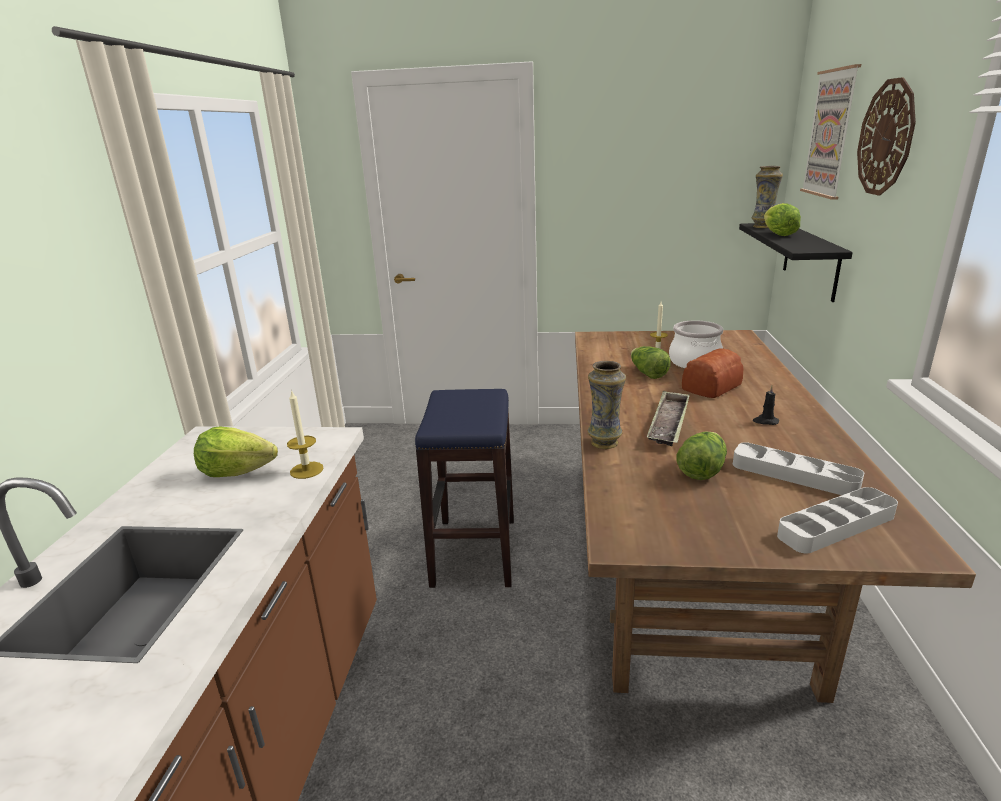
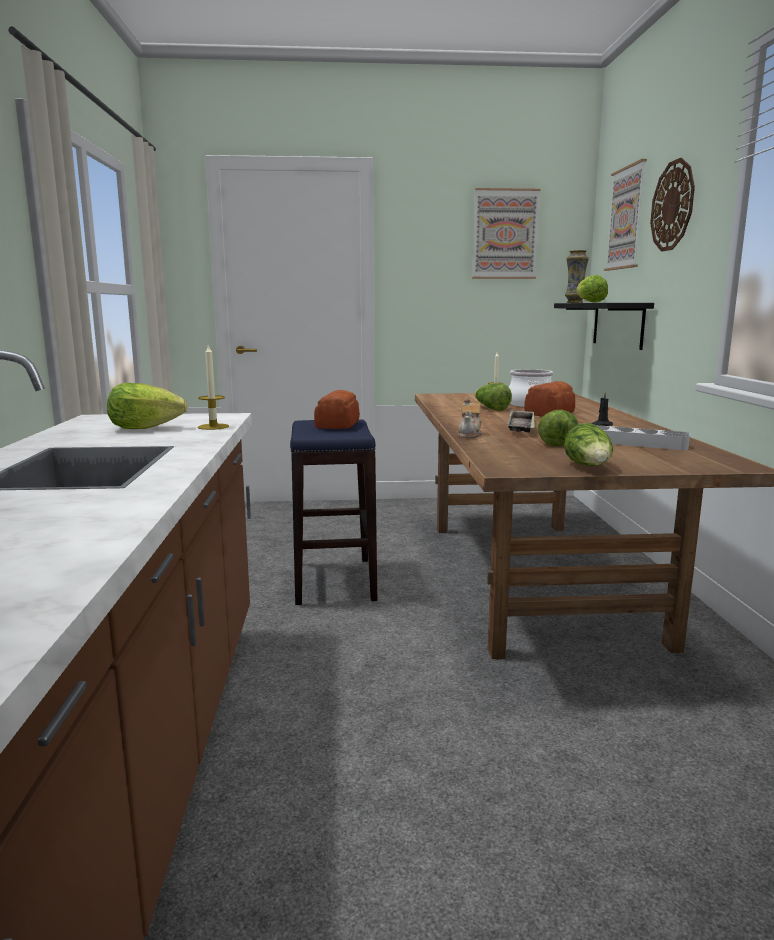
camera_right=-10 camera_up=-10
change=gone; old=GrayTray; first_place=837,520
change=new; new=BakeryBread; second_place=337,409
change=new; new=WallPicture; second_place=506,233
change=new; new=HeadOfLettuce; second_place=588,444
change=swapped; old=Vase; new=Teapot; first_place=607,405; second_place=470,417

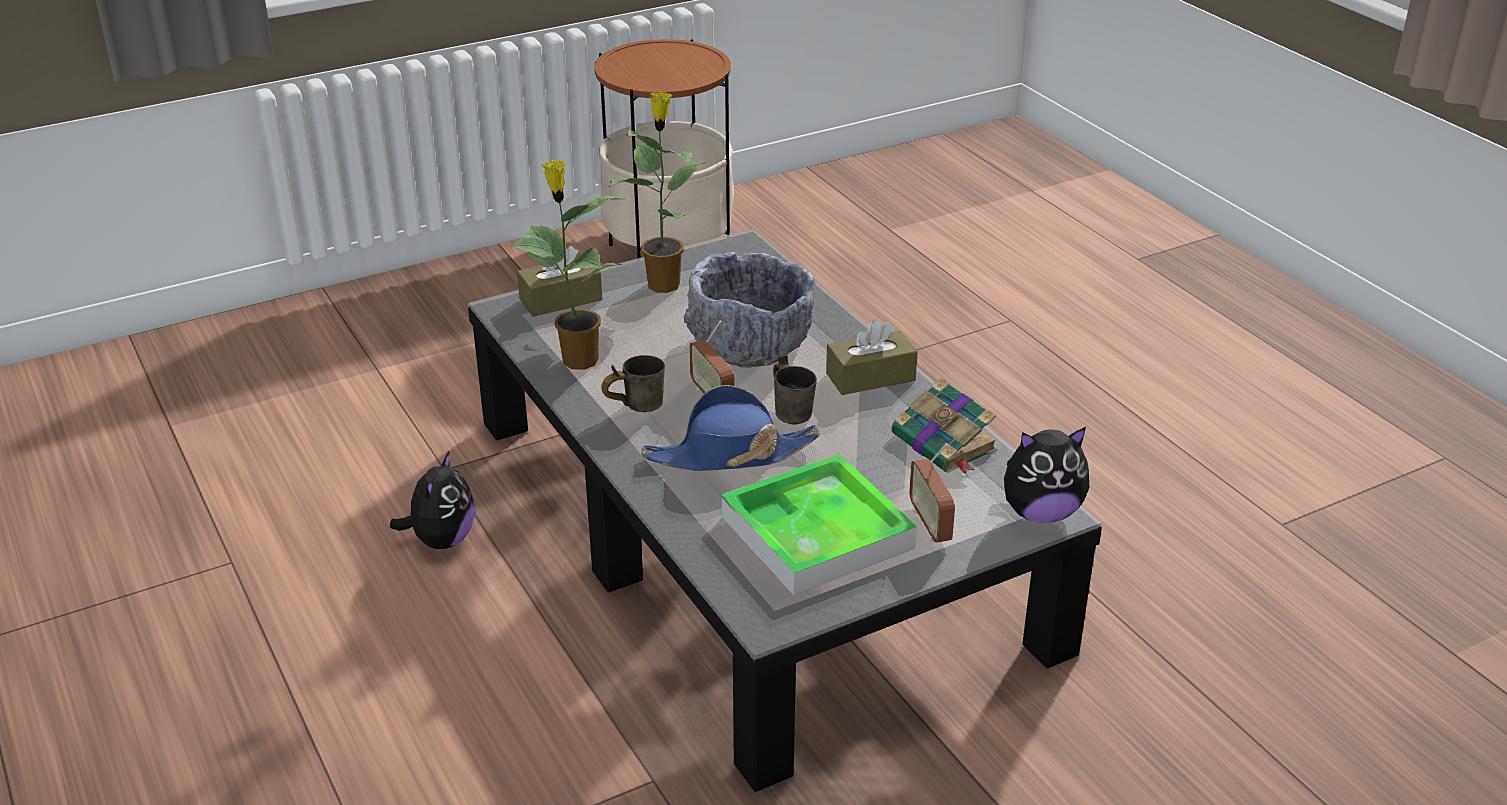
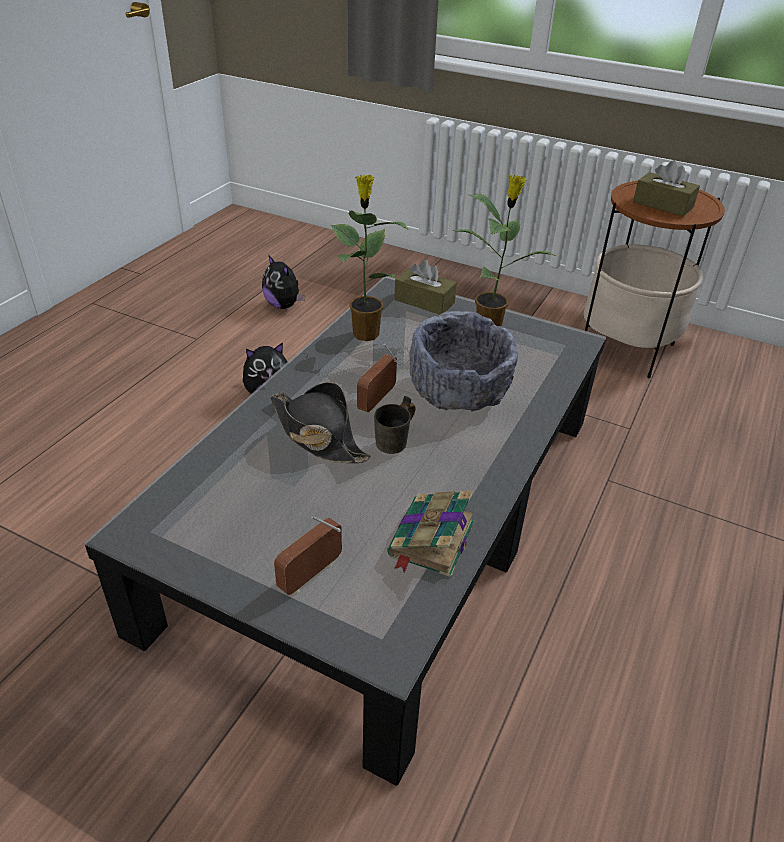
camera_right=55 camera_up=5
change=gone; old=GrayCoffeeMug; first_place=633,384
change=gone; old=Tray; first_place=819,524
change=shifted; old=BrownColouredBoxOfTissues; first_place=872,357; second_place=666,188
change=shifted; old=PlushToy; first_place=1046,475; second_place=283,281
change=repainted; old=BlueColouredWearableHat; new=BlackishWearableHat; first_place=730,428; second_place=320,422

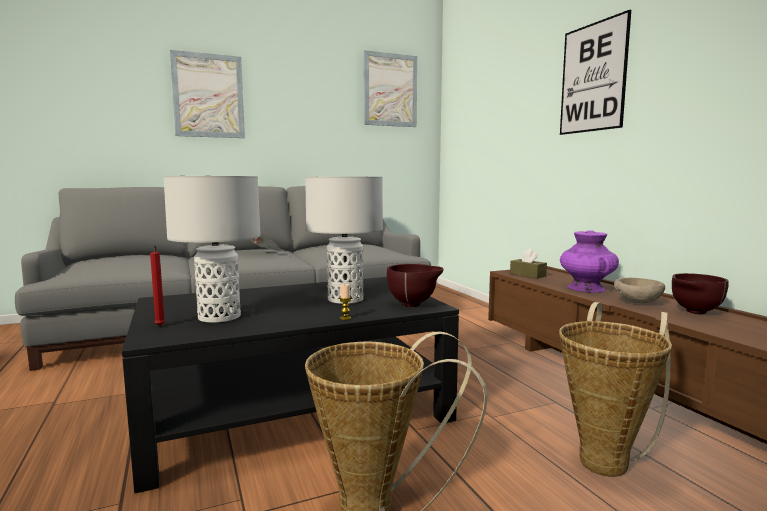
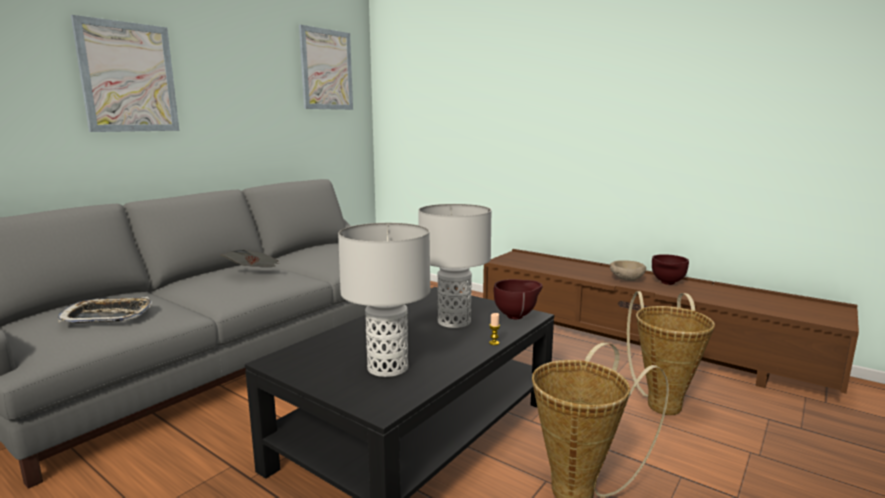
camera_right=-30 camera_up=5
change=gone; old=RedColouredWaxLight; first_place=157,285
change=gone; old=BrownColouredBoxOfTissues; first_place=528,264
change=gone; old=WallPicture; first_place=595,72
change=gone; old=PurplishVase; first_place=589,261
change=new; new=Tray; second_place=105,310

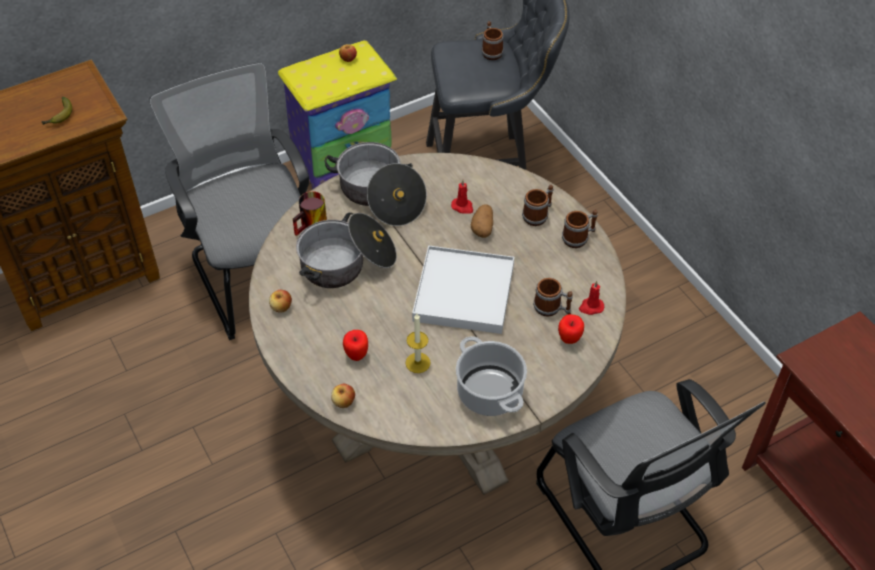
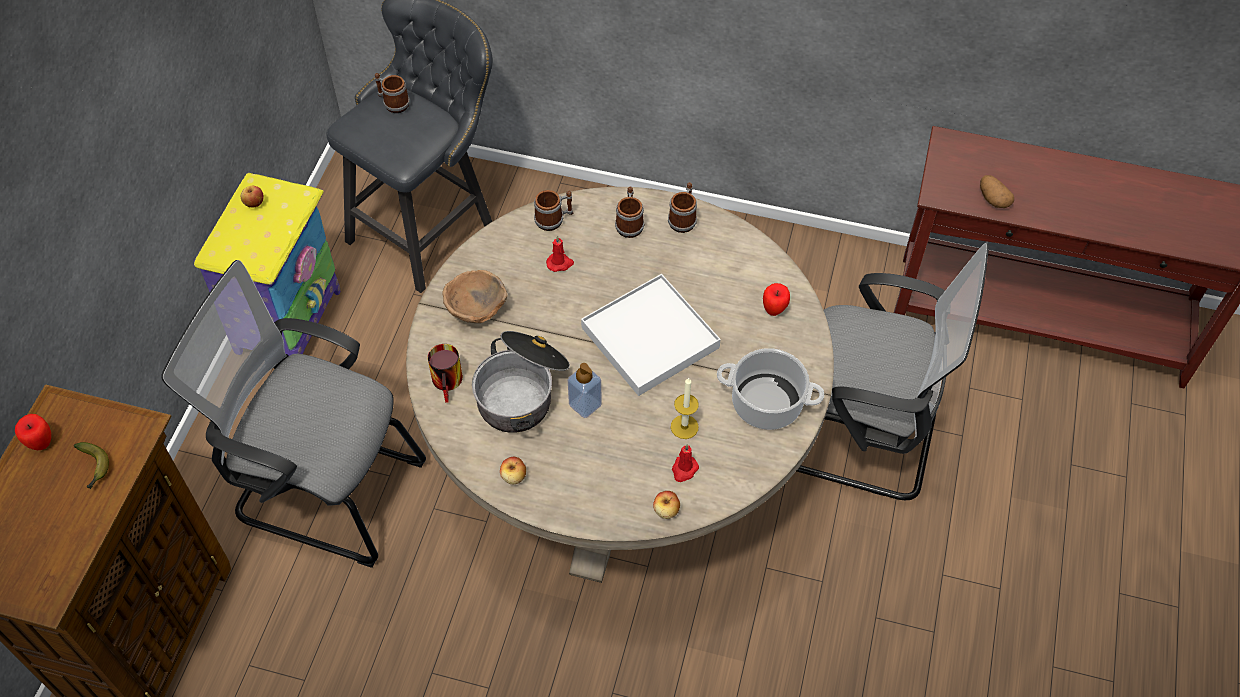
camera_right=-45 camera_up=5
change=new; new=LiquidSoapBottle; second_place=585,390
change=shifted; old=Apple; first_place=355,345; second_place=33,432
change=shifted; old=WholePotato; first_place=482,221; second_place=997,191
change=shifted; old=CoffeeMug; first_place=553,297; second_place=554,210
change=shifted; old=RedColouredWaxLight; first_place=591,298; second_place=685,463
change=swapped; old=CookingPot; new=BrownColouredDeepDish; first_place=375,184; second_place=474,296

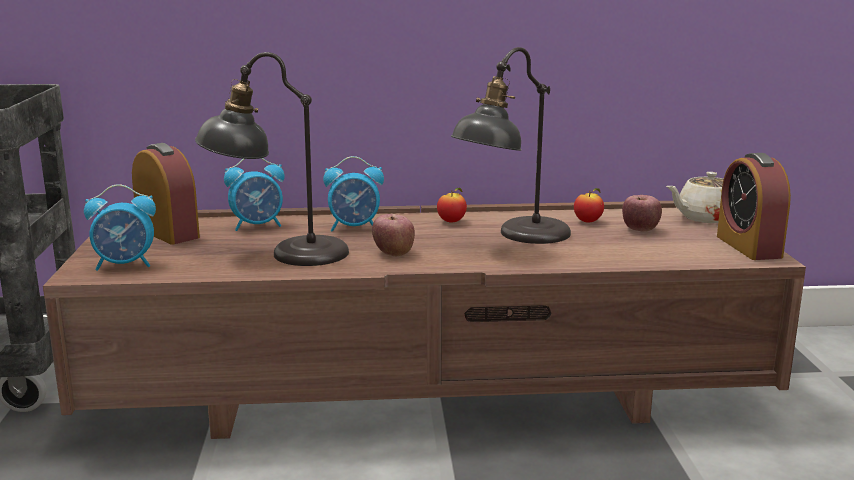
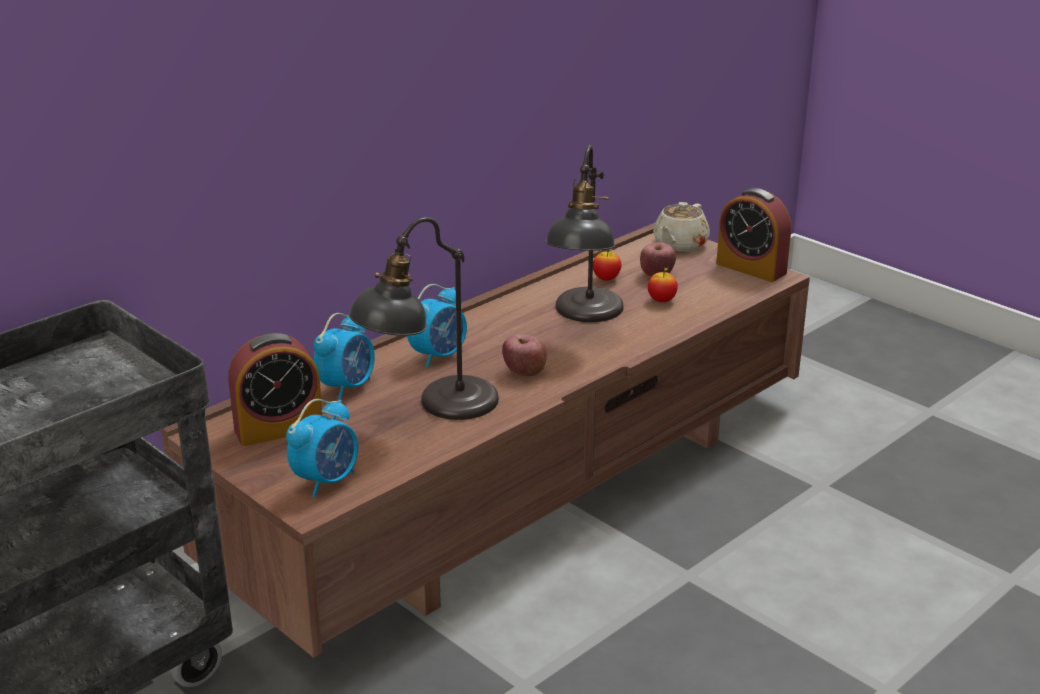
camera_right=-40 camera_up=10
change=shifted; old=Apple; first_place=452,205; second_place=663,284
change=rotated; old=BedsideClock; first_place=166,194; second_place=275,389; degrees=150

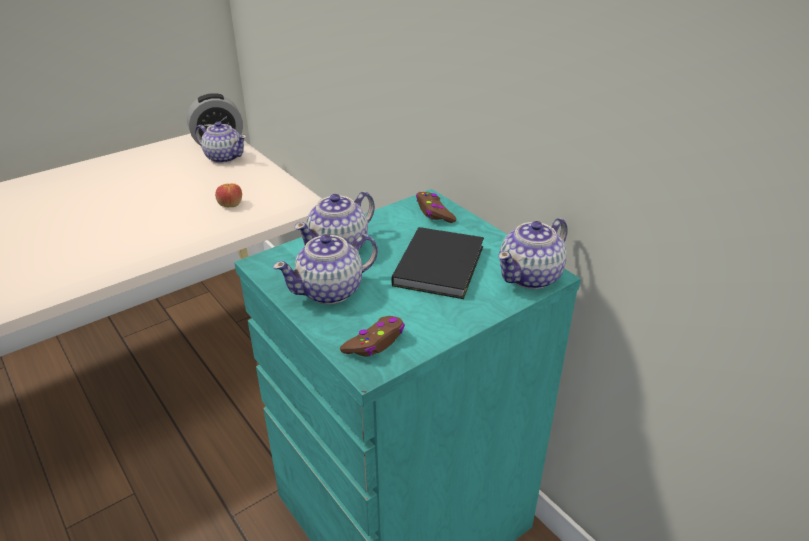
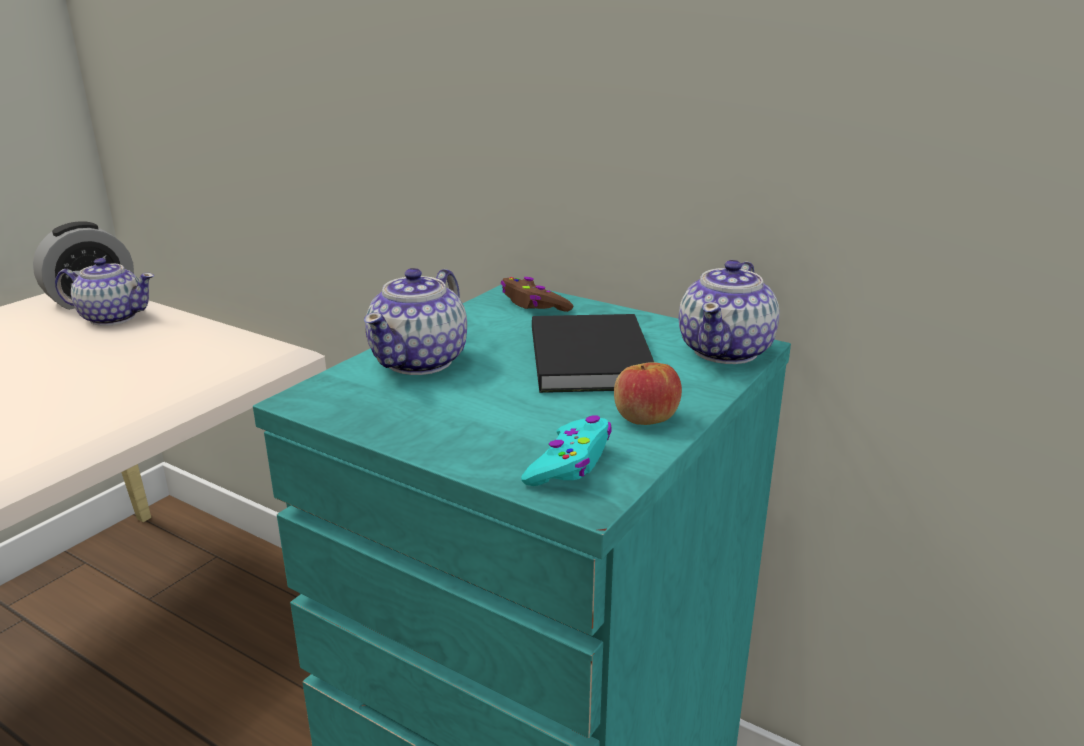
camera_right=-20 camera_up=-10
change=gone; old=Teapot; first_place=325,269
change=shifted; old=Apple; first_place=228,195; second_place=648,393
change=repainted; old=BrownColouredGamepad; new=TurquoiseColouredGamepad; first_place=372,336; second_place=566,450

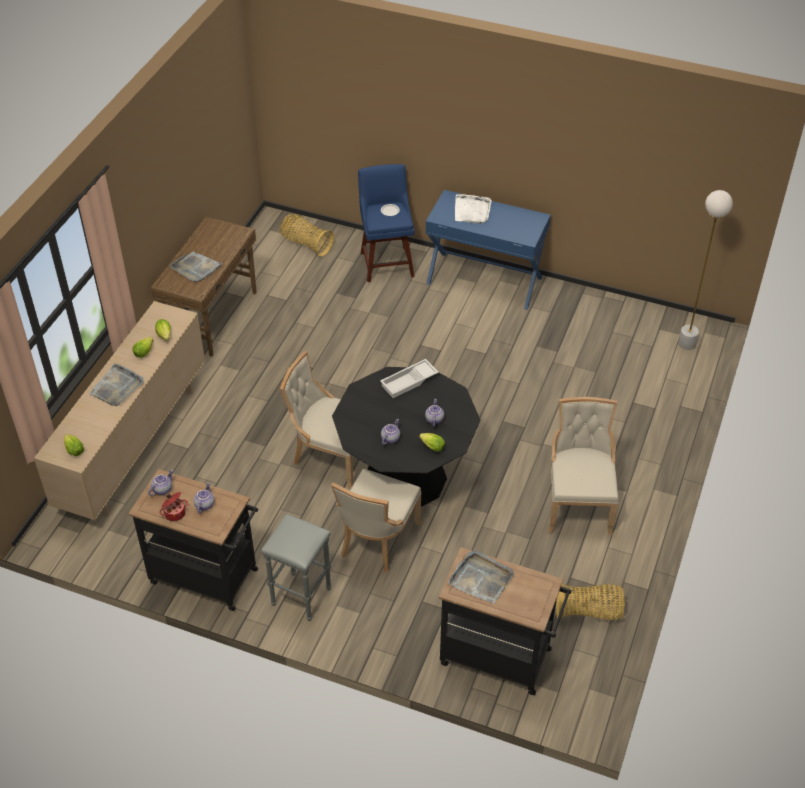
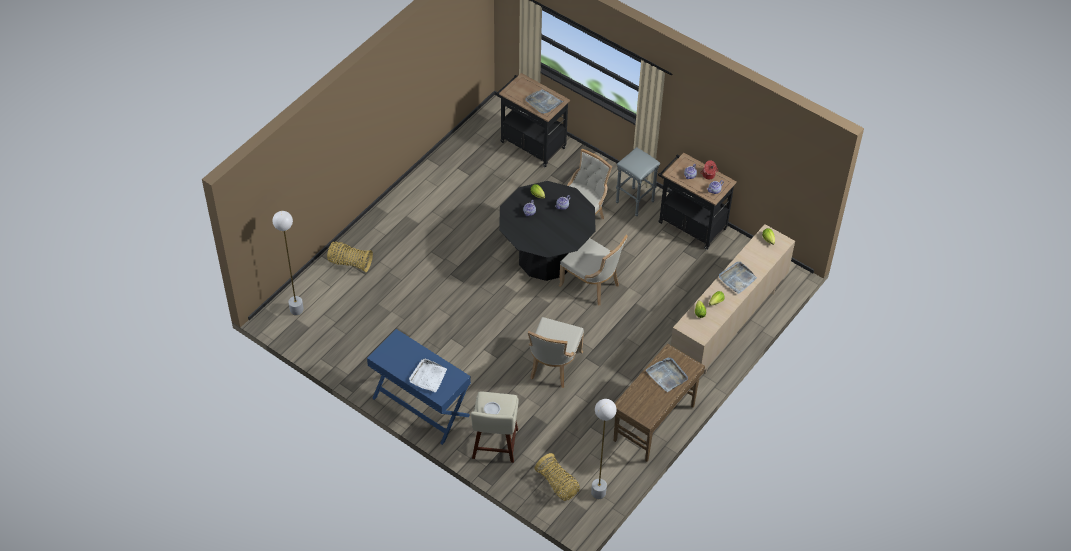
camera_right=-165 camera_up=5
change=gone; old=WhitishTray; first_place=409,378
change=new; new=WhitishStandingLamp; second_place=604,449
change=shifted; old=BeigeUprightChair; first_place=583,466; second_place=556,352
change=shifted; old=StorageBasket; first_place=590,602; second_place=350,257
change=repainted; old=BlueColouredSittingStool; new=BeigeSittingStool; first_place=386,223; second_place=495,427

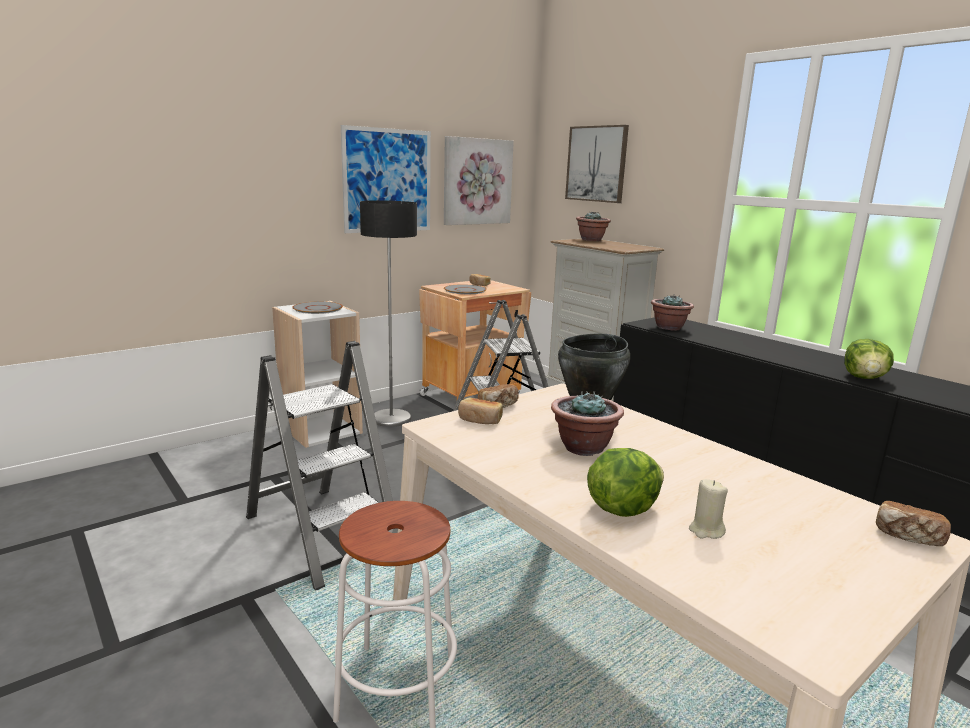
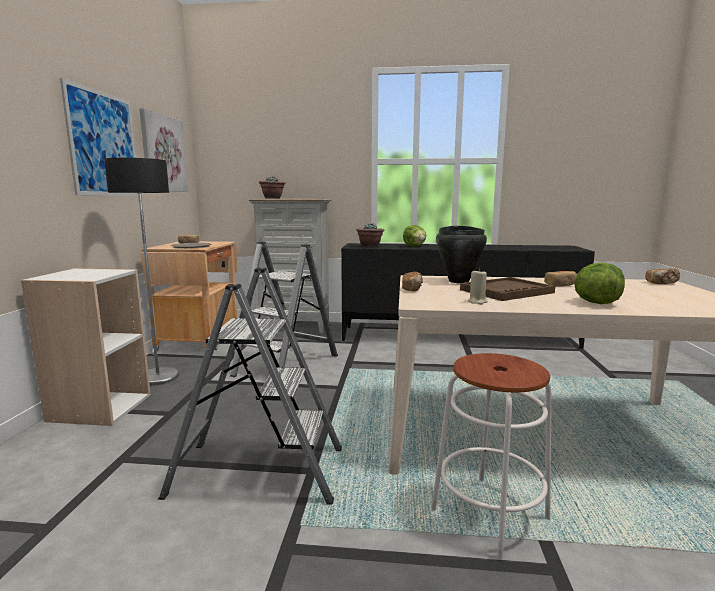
camera_right=-45 camera_up=-5
change=gone; old=GrayDinnerPlate; first_place=317,307
change=gone; old=WallPicture; first_place=597,164
change=shifted; old=BakeryBread; first_place=480,411; second_place=560,279
change=shifted; old=BeigeWaxLight; first_place=708,509; second_place=478,286
change=shifted; old=HeadOfLettuce; first_place=869,359; second_place=414,236
change=swapped; old=Houseplant; new=BrownColouredTray; first_place=587,423; second_place=507,289

